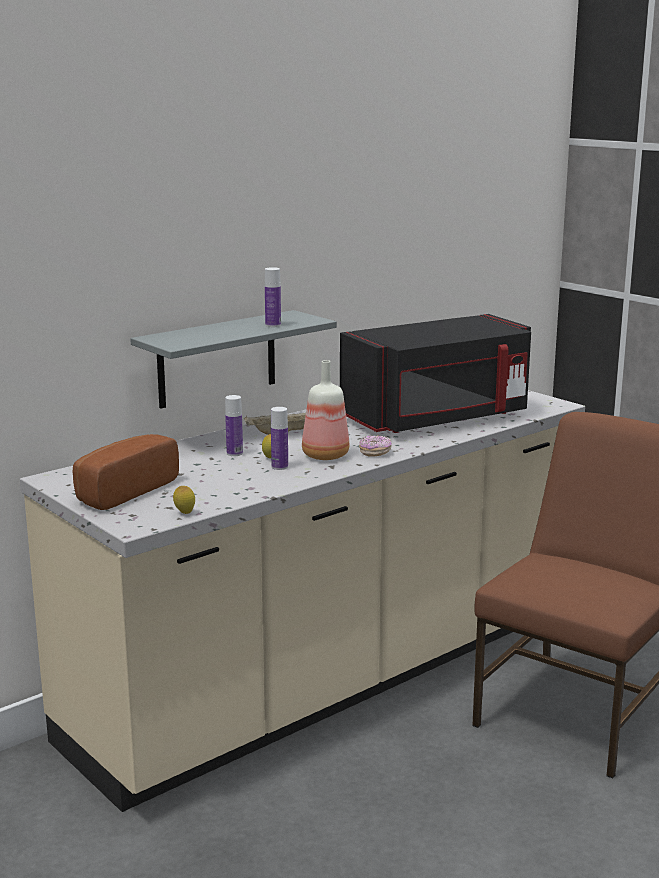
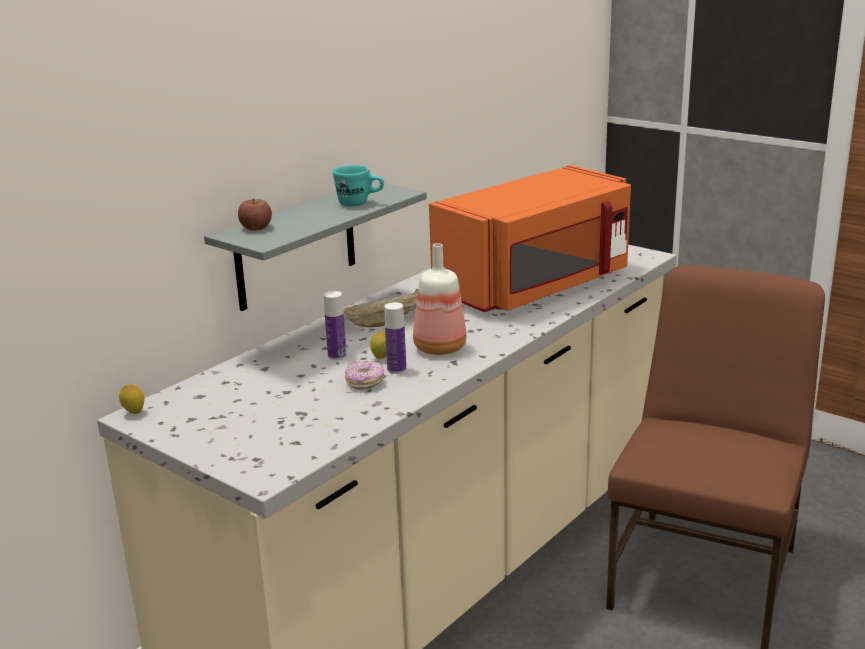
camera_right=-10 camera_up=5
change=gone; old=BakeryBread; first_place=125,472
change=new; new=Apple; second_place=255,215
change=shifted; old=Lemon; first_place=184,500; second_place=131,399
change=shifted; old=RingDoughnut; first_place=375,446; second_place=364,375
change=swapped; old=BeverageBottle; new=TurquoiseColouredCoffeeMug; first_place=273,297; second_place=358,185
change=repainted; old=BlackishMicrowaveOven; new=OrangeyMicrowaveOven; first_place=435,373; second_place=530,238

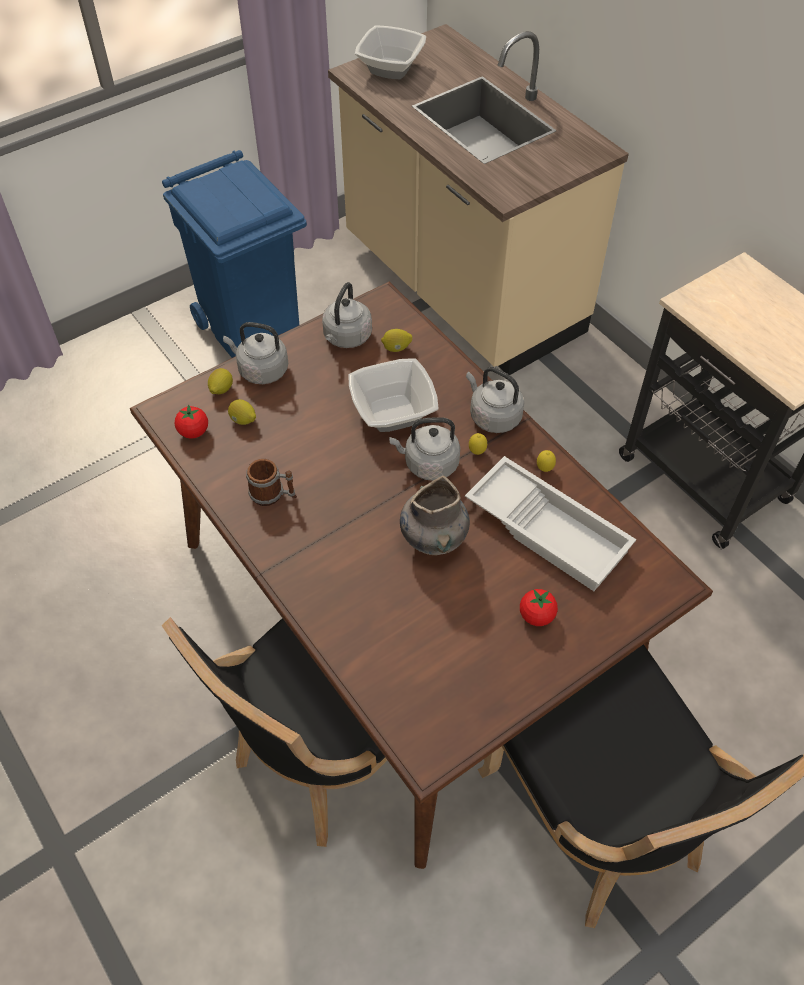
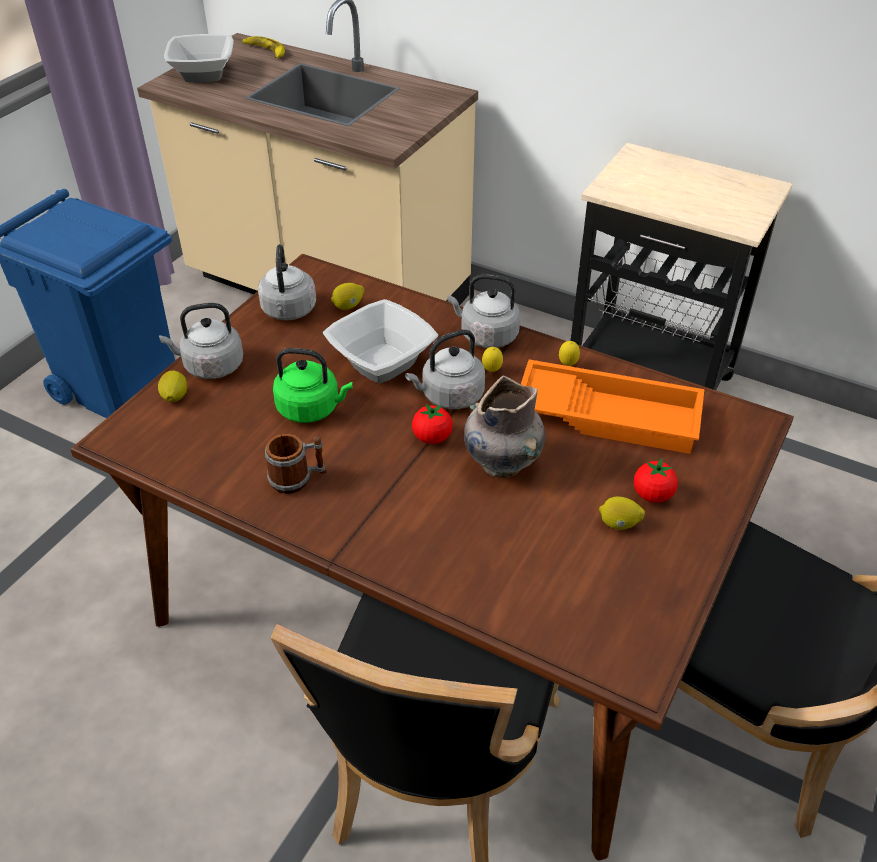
camera_right=-25 camera_up=-10
change=new; new=WholeBanana; second_place=263,47
change=new; new=GreenColouredTeaKettle; second_place=313,385
change=shifted; old=WholeTomato; first_place=191,422; second_place=432,423
change=shifted; old=Lemon; first_place=242,412; second_place=622,513
change=repainted; old=WhitishTray; new=OrangeyTray; first_place=550,523; second_place=612,406

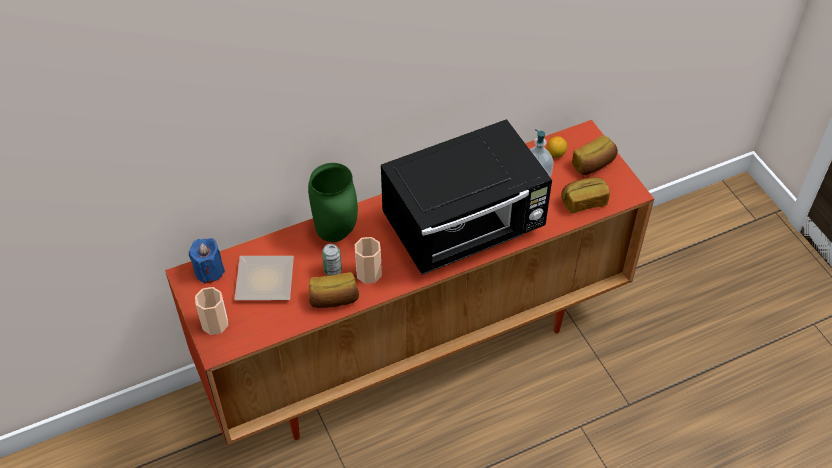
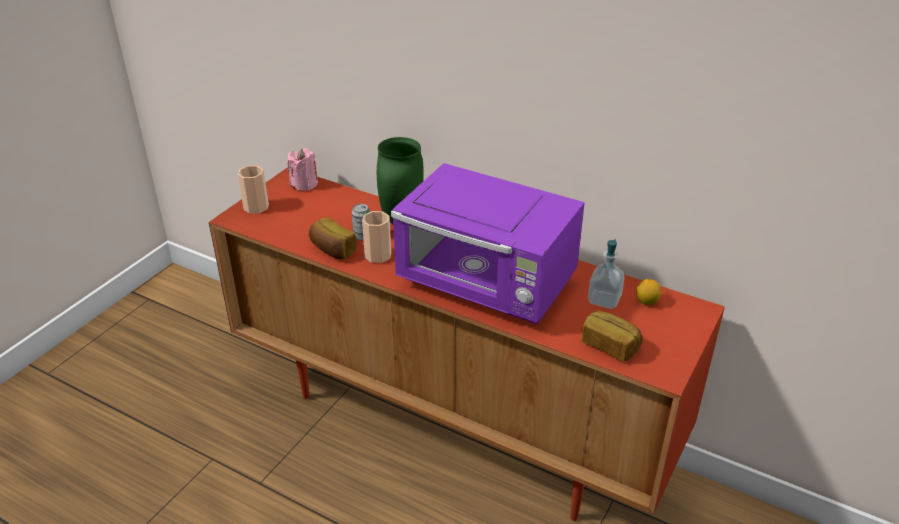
camera_right=55 camera_up=-15
change=gone; old=DinnerPlate; first_place=264,278
change=gone; old=BakeryBread; first_place=595,155
change=repainted; old=BlueColouredWaxLight; new=PinkColouredWaxLight; first_place=207,261; second_place=302,169
change=repainted; old=BlackishMicrowaveOven; new=PurplishMicrowaveOven; first_place=466,197; second_place=488,243

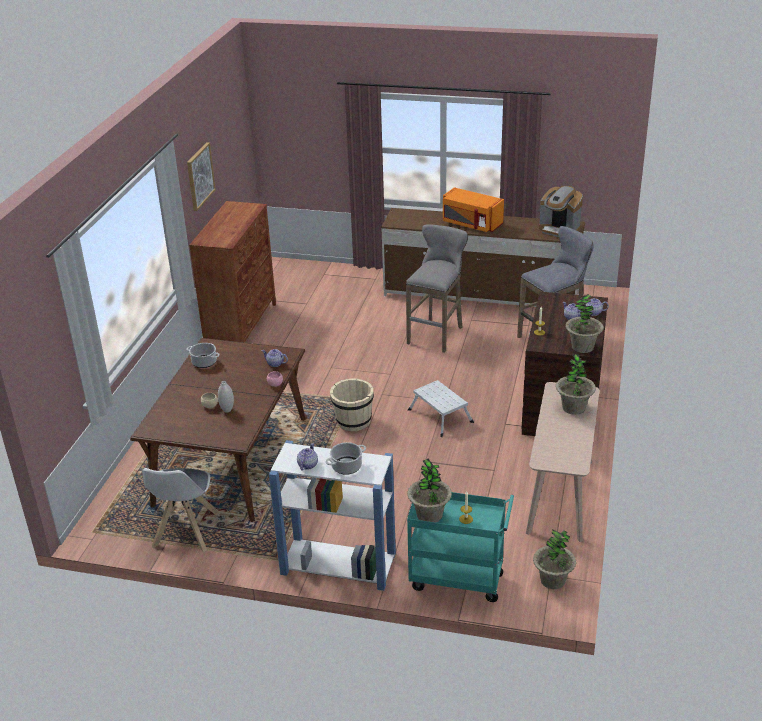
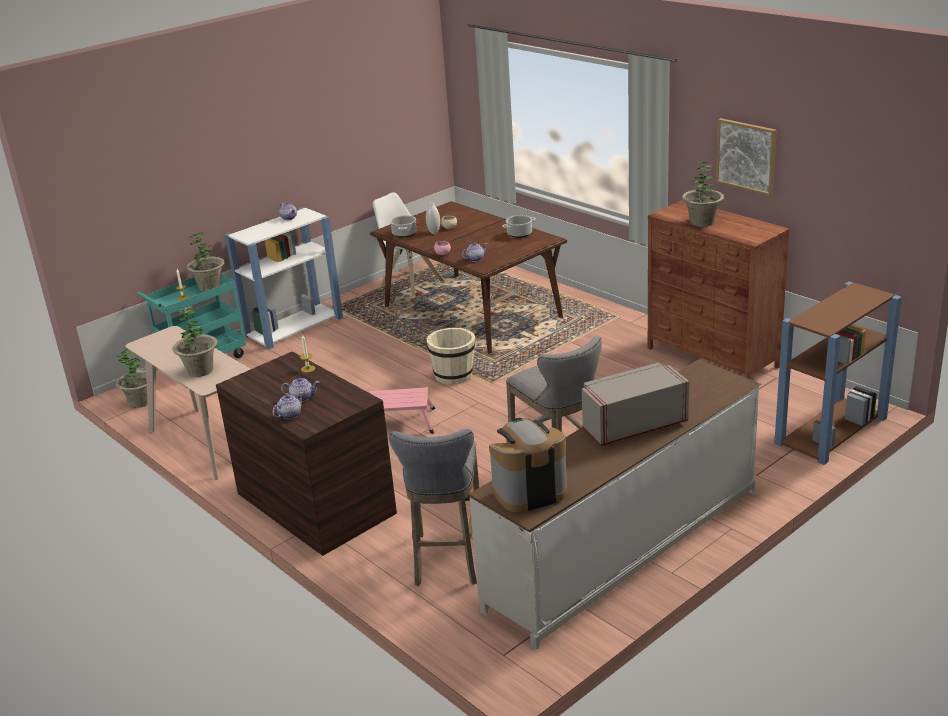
camera_right=125 camera_up=-5
change=new; new=BrownColouredBookcase; second_place=838,373
change=shifted; old=CookingPot; first_place=346,458; second_place=403,226
change=shifted; old=Houseplant; first_place=584,323; second_place=703,193
change=repainted; old=WhitishStepLadder; new=PinkColouredStepLadder; first_place=441,408; second_place=402,410
change=repainted; old=OrangeyMicrowaveOven; new=GrayMicrowaveOven; first_place=473,209; second_place=635,404

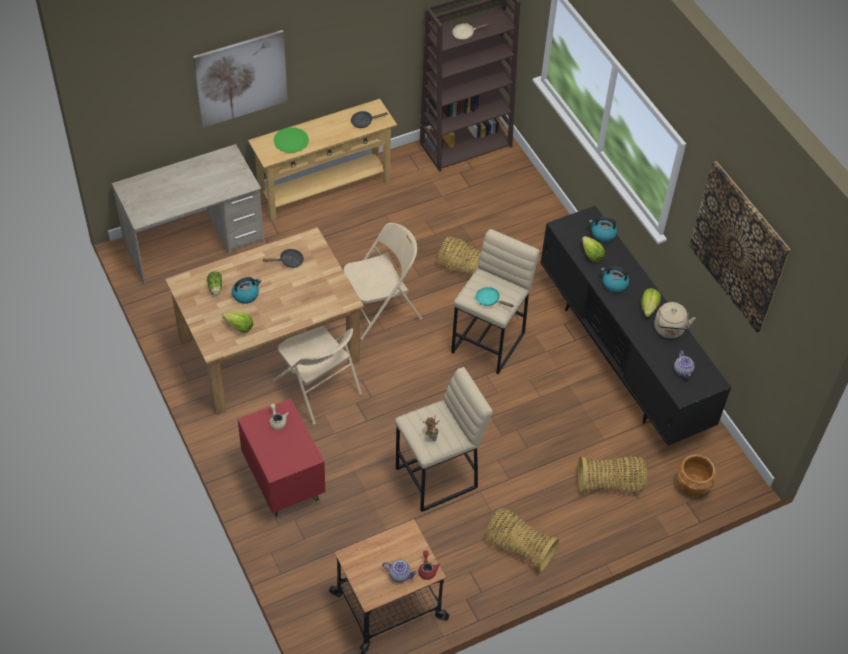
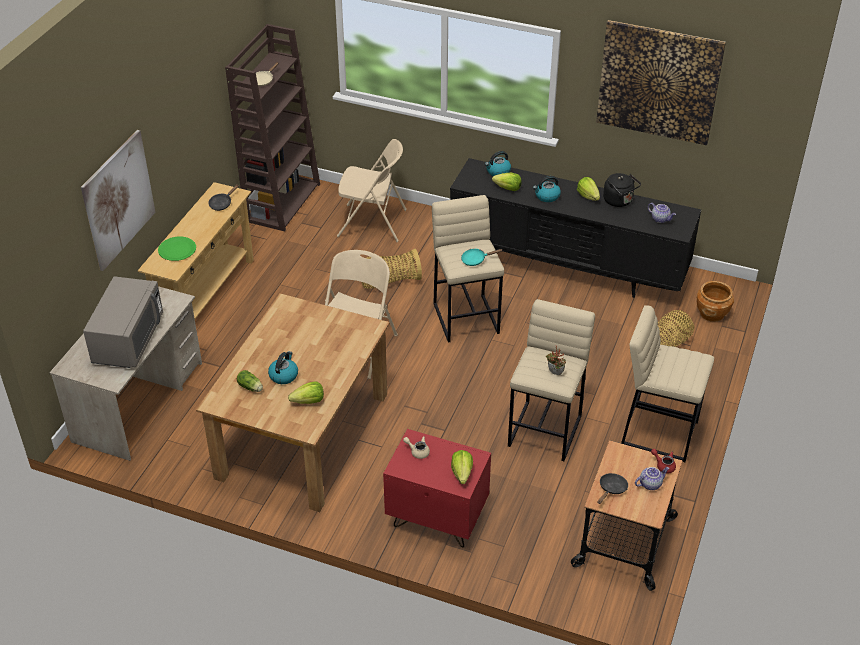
camera_right=-40 camera_up=-10
change=new; new=GrayMicrowaveOven; second_place=123,322
change=new; new=HeadOfLettuce; second_place=462,467
change=shifted; old=BlackishPan; first_place=283,258; second_place=613,488
change=shifted; old=BeigeUprightChair; first_place=317,375; second_place=372,191
change=swapped; old=StorageBasket; new=BeigeSittingStool; first_place=522,539; second_place=667,383
change=repainted; old=BeigeTeaKettle; new=BlackishTeaKettle; first_place=675,320; second_place=622,190

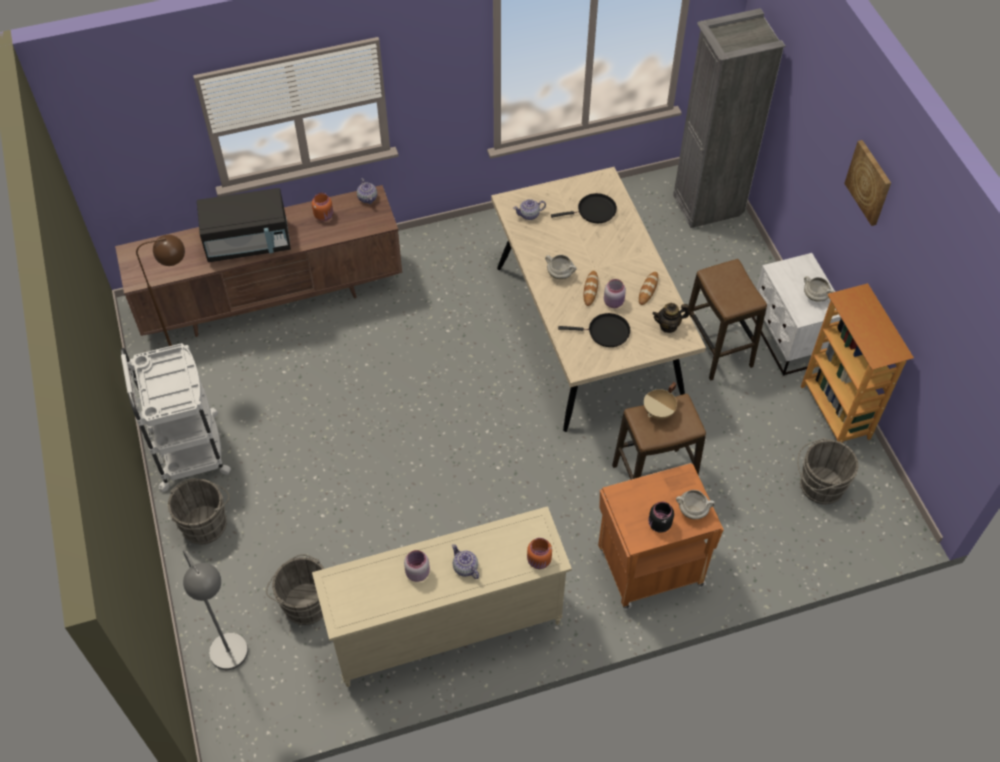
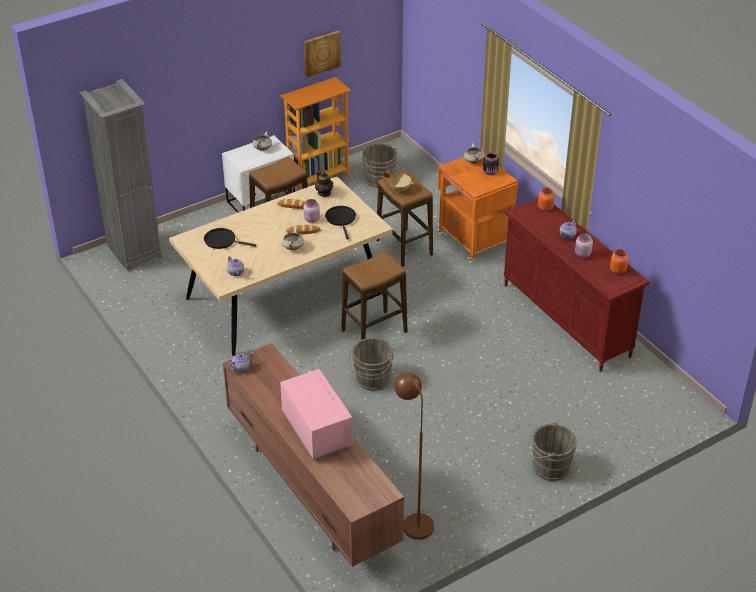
camera_right=-105 camera_up=-15
change=gone; old=WhitishCart; first_place=176,417
change=gone; old=GrayStandingLamp; first_place=215,610
change=new; new=SittingStool; second_place=374,295
change=shifted; old=GrayPail; first_place=295,589; second_place=371,364
change=shifted; old=OrangeyPreserveJar; first_place=322,207; second_place=619,261
change=shifted; old=WallPicture; first_place=867,183; second_place=322,54
change=repainted; old=BlackishMicrowaveOven; new=PinkColouredMicrowaveOven; first_place=244,225; second_place=316,414
change=repainted; old=BeigeDresser; new=RedColouredDresser; first_place=442,596; second_place=577,285
change=rotated; old=BlackishPan; first_place=584,208; second_place=230,238; degrees=-45

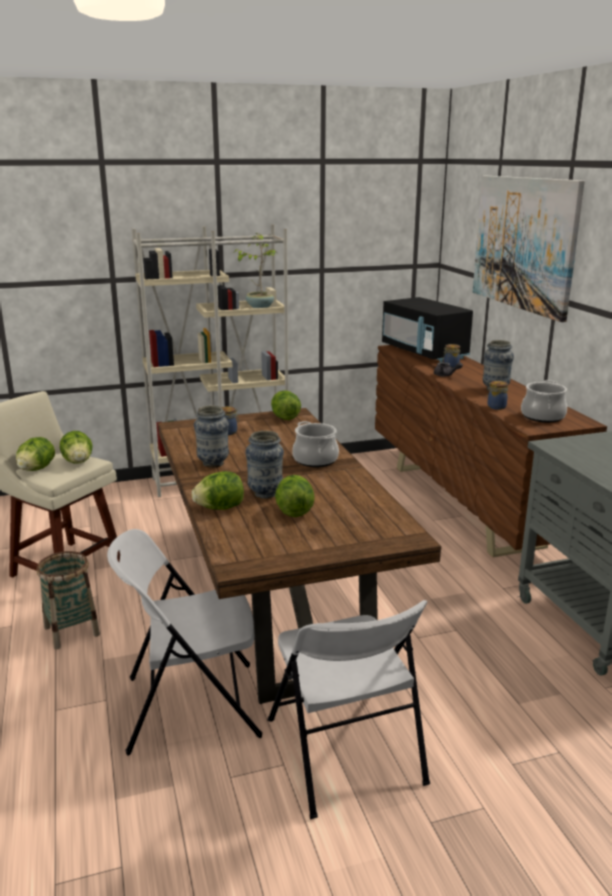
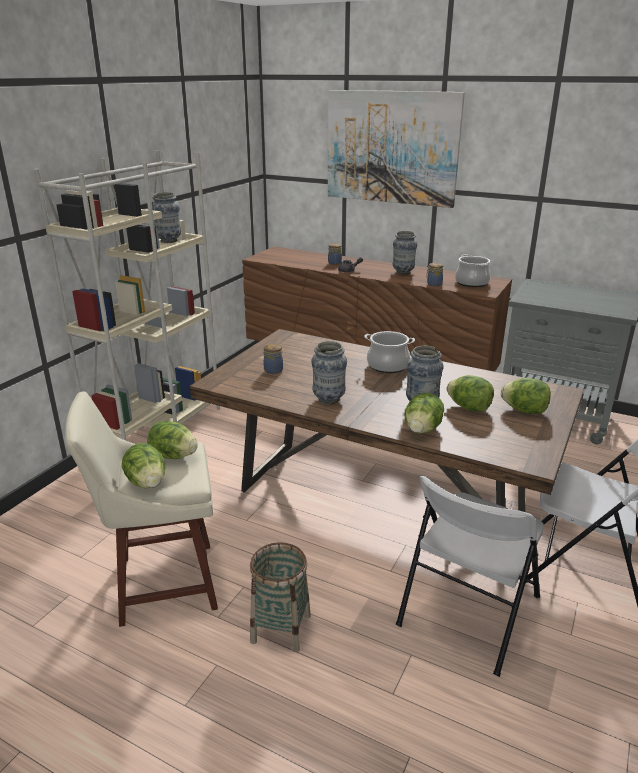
camera_right=-45 camera_up=5
change=gone; old=BlackishMicrowaveOven; first_place=427,329
change=shifted; old=HeadOfLettuce; first_place=286,405; second_place=526,396
change=swapped; old=Houseplant; new=Vase; first_place=255,270; second_place=166,217

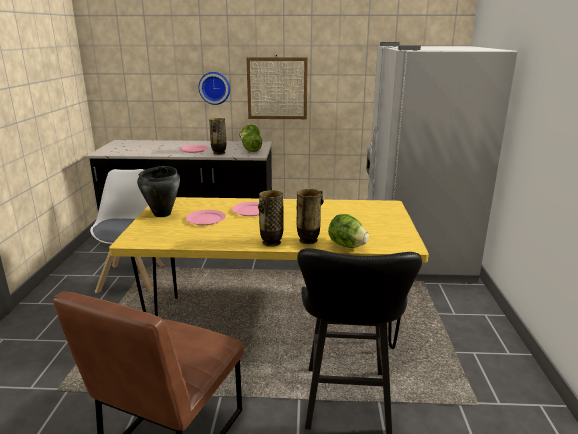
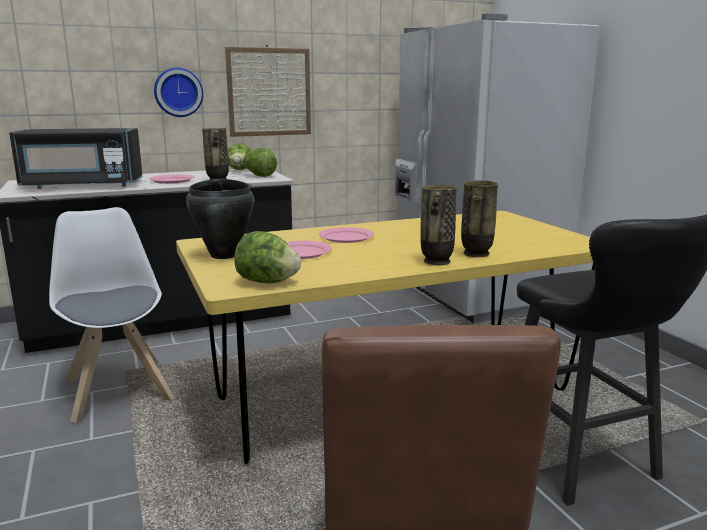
camera_right=-25 camera_up=-5
change=new; new=BlackishMicrowaveOven; second_place=76,158
change=shifted; old=HeadOfLettuce; first_place=348,231; second_place=267,257

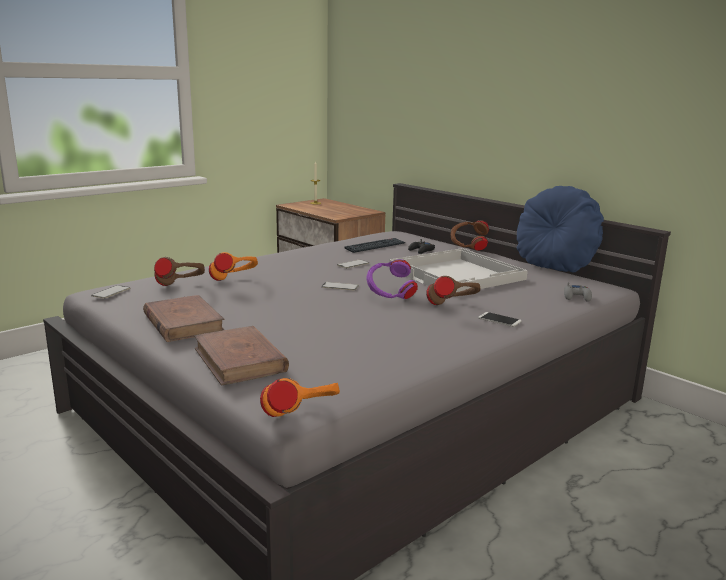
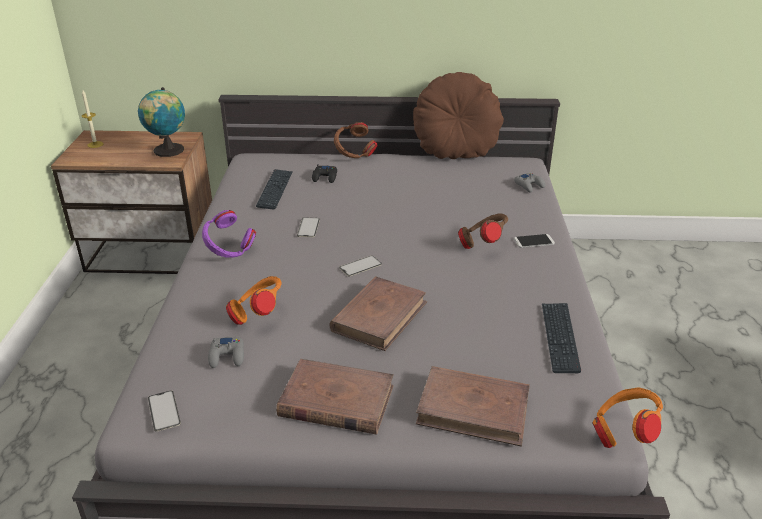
camera_right=-45 camera_up=15
change=gone; old=WhitishTray; first_place=458,270
change=new; new=Globe; second_place=161,122
change=new; new=BrownColouredBook; second_place=378,313
change=new; new=PcKeyboard; second_place=561,338
change=shifted; old=PurplishHeadphones; first_place=392,279; second_place=229,234
change=swapped; old=BrownColouredHeadphones; new=GrayGamepad; first_place=179,271; second_place=226,352
change=repainted; old=BlueColouredPillow; new=BrownColouredPillow; first_place=560,229; second_place=458,115

